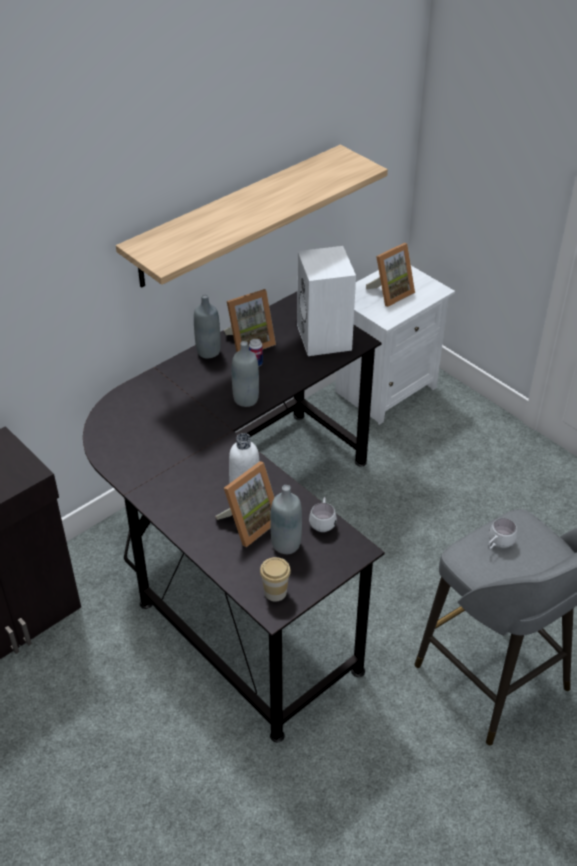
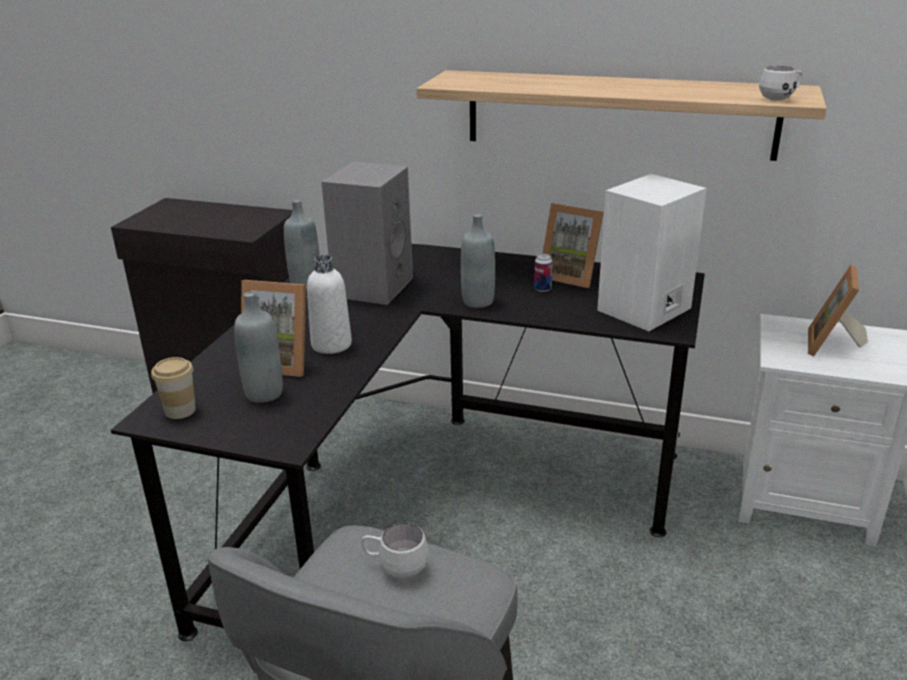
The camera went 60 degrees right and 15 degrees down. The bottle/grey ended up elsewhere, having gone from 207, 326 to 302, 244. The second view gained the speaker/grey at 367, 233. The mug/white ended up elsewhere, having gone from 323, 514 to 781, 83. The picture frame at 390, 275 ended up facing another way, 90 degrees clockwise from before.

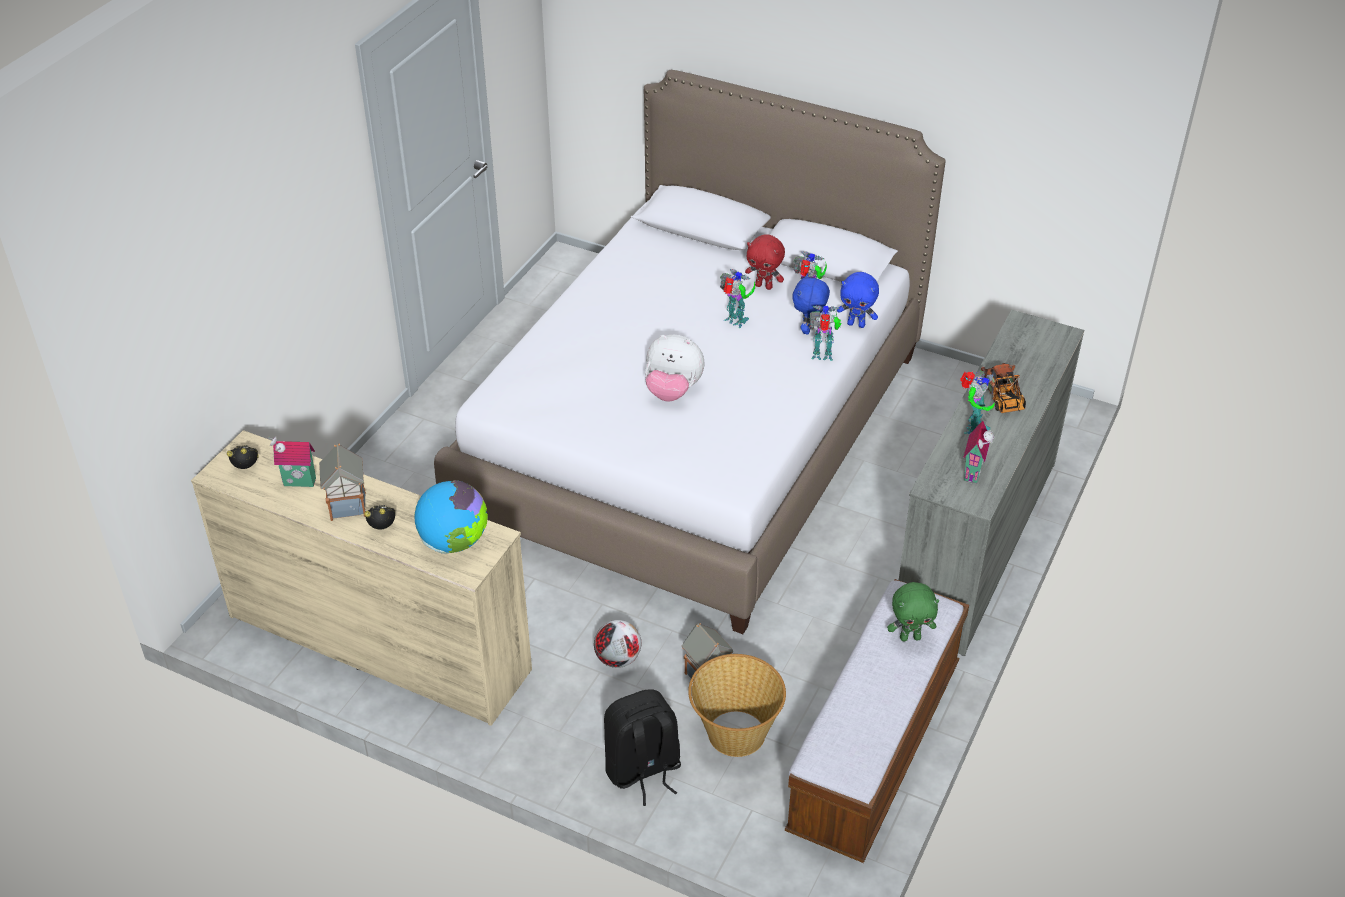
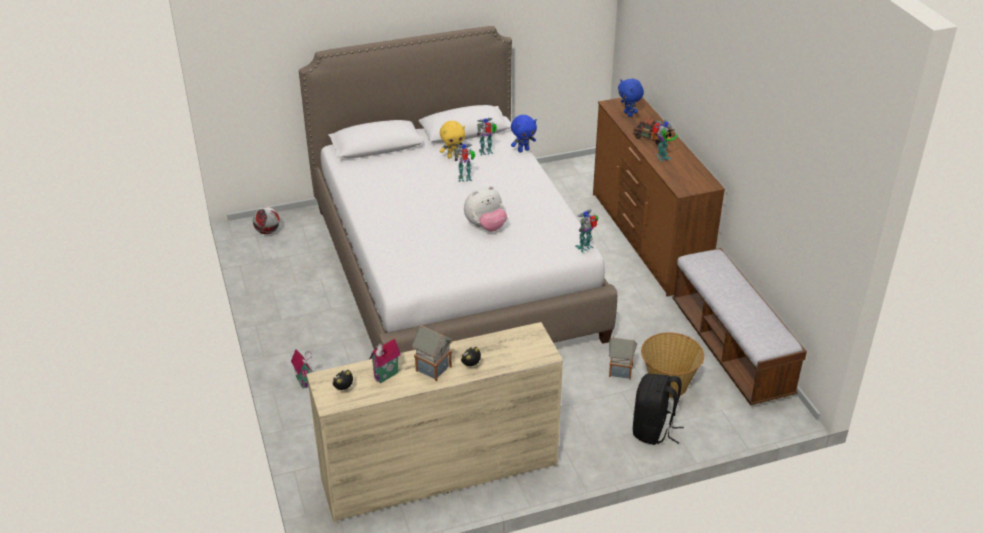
The camera went 45 degrees left and 5 degrees down. The football ended up elsewhere, having gone from 617, 644 to 266, 220. The toy house ended up elsewhere, having gone from 978, 452 to 301, 368. What was the plush toy/red at 765, 262 turned into the plush toy/yellow at 452, 140. The toy robot ended up elsewhere, having gone from 825, 333 to 586, 231. What was the dresser/grey at 991, 483 turned into the dresser/brown at 659, 196. The plush toy/blue ended up elsewhere, having gone from 811, 304 to 631, 98. The second view lost the globe at 451, 517. The second view lost the plush toy/green at 913, 611.

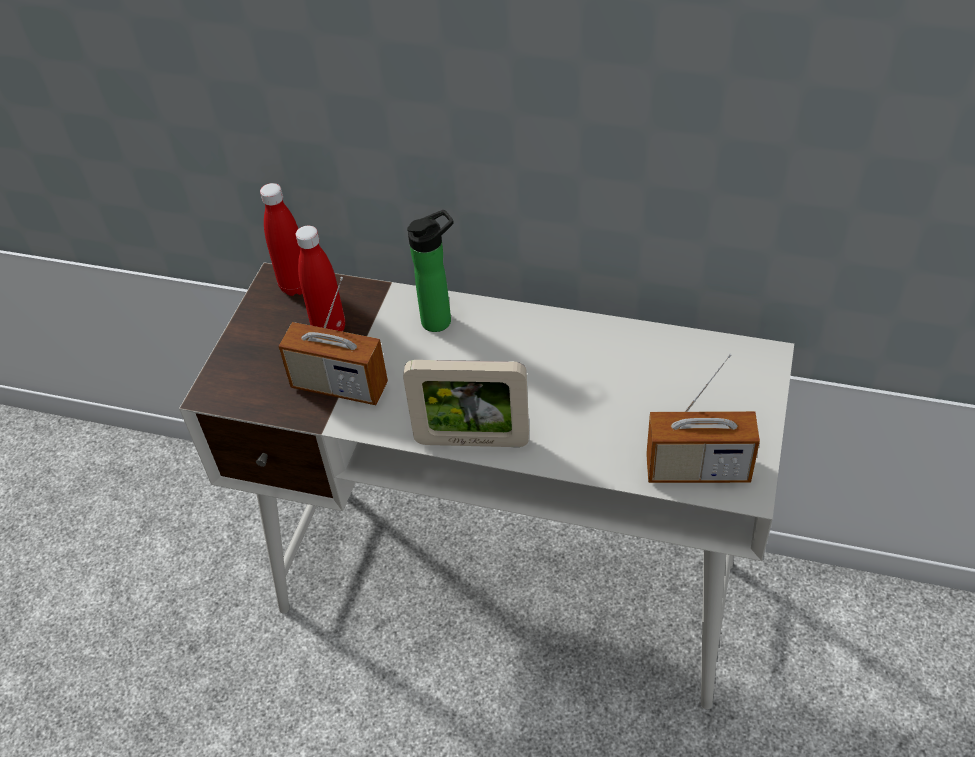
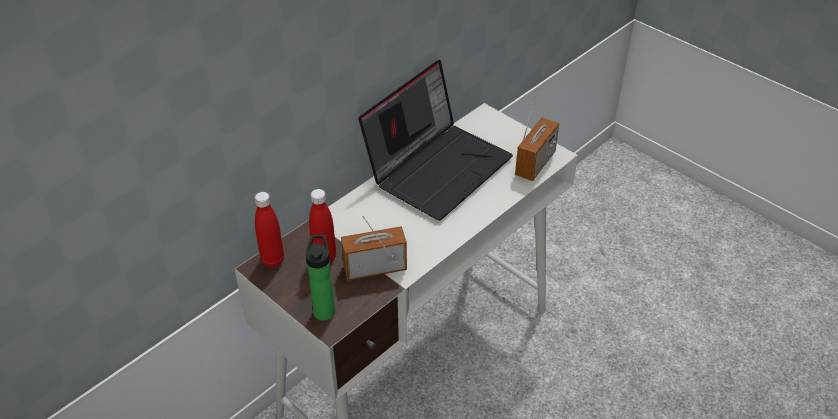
The camera went 65 degrees left and 5 degrees down. The bottle ended up elsewhere, having gone from 430, 271 to 320, 278. The radio at 333, 341 ended up facing another way, 150 degrees counterclockwise from before. The second view gained the laptop at 435, 140. The second view lost the picture frame at 466, 403.

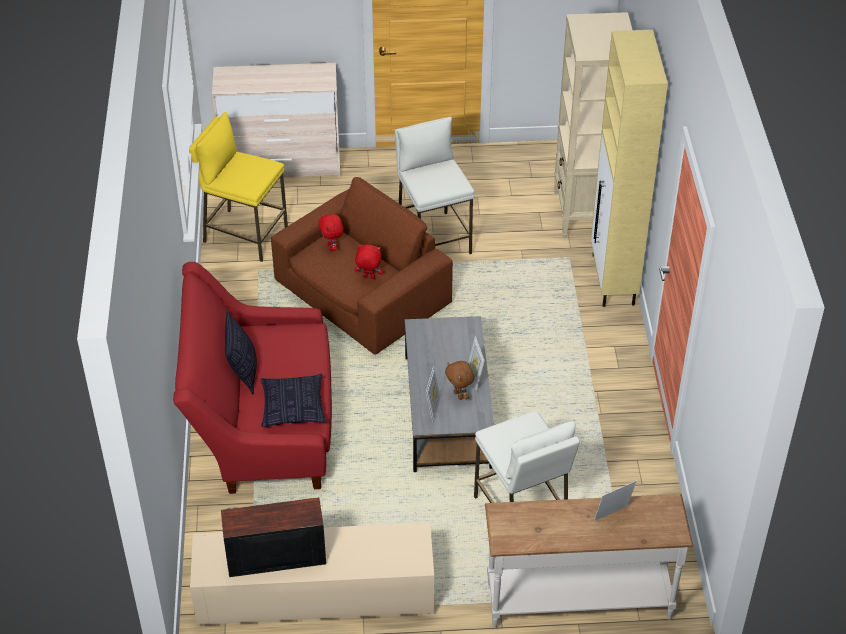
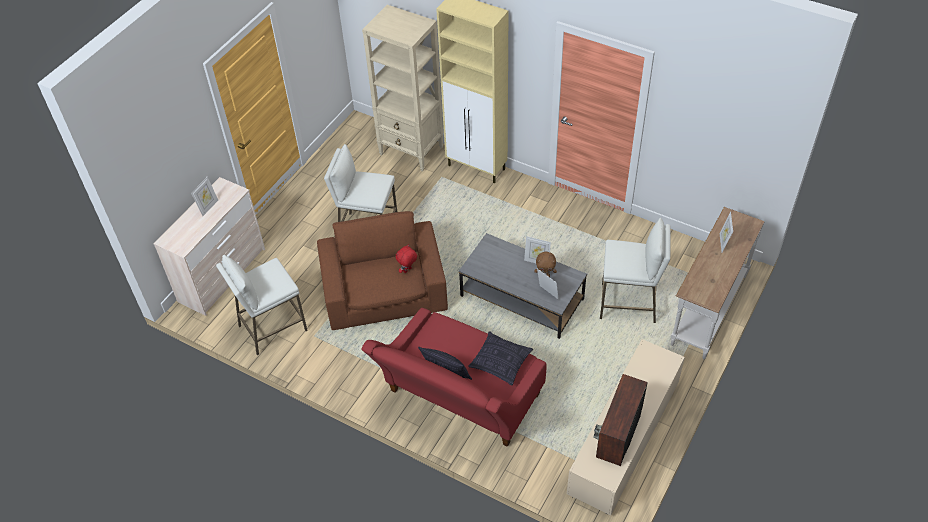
The camera went 55 degrees left and 5 degrees up. The second view gained the picture frame at 204, 196. What was the stool/yellow at 238, 187 turned into the stool/white at 262, 305. The second view lost the plush toy/red at 331, 232.

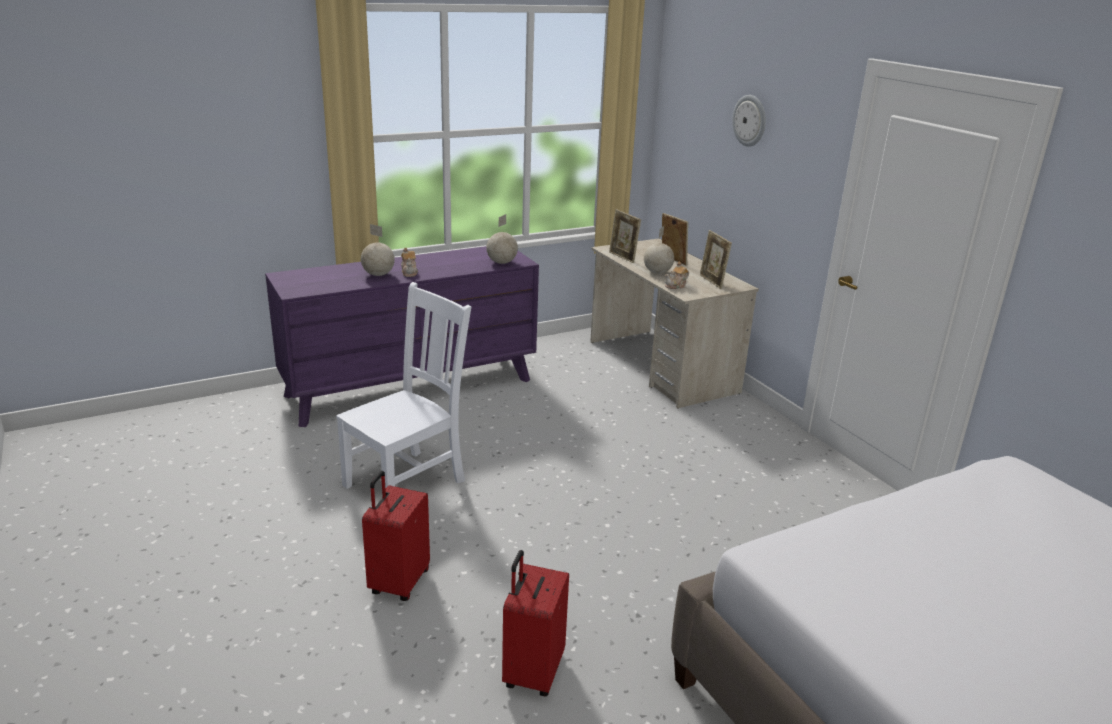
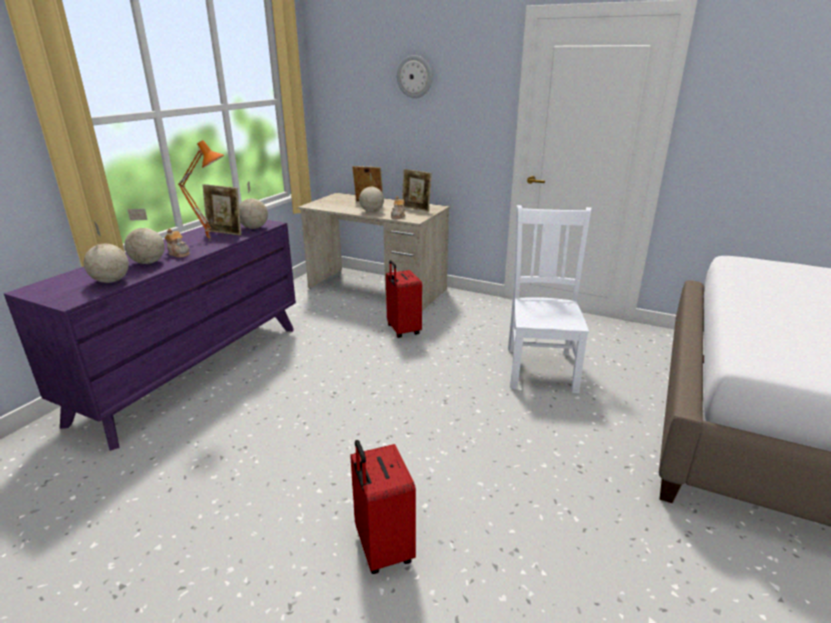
The camera went 35 degrees left and 0 degrees up. The second view gained the globe at 106, 252. The second view gained the table lamp/orange at 201, 190. The picture frame ended up elsewhere, having gone from 625, 236 to 222, 209. The suitcase/red ended up elsewhere, having gone from 535, 623 to 404, 299. The chair/white ended up elsewhere, having gone from 403, 385 to 550, 299.

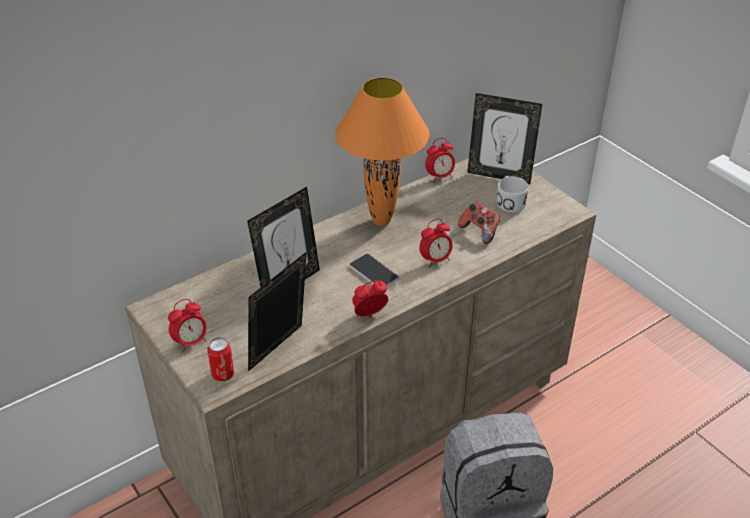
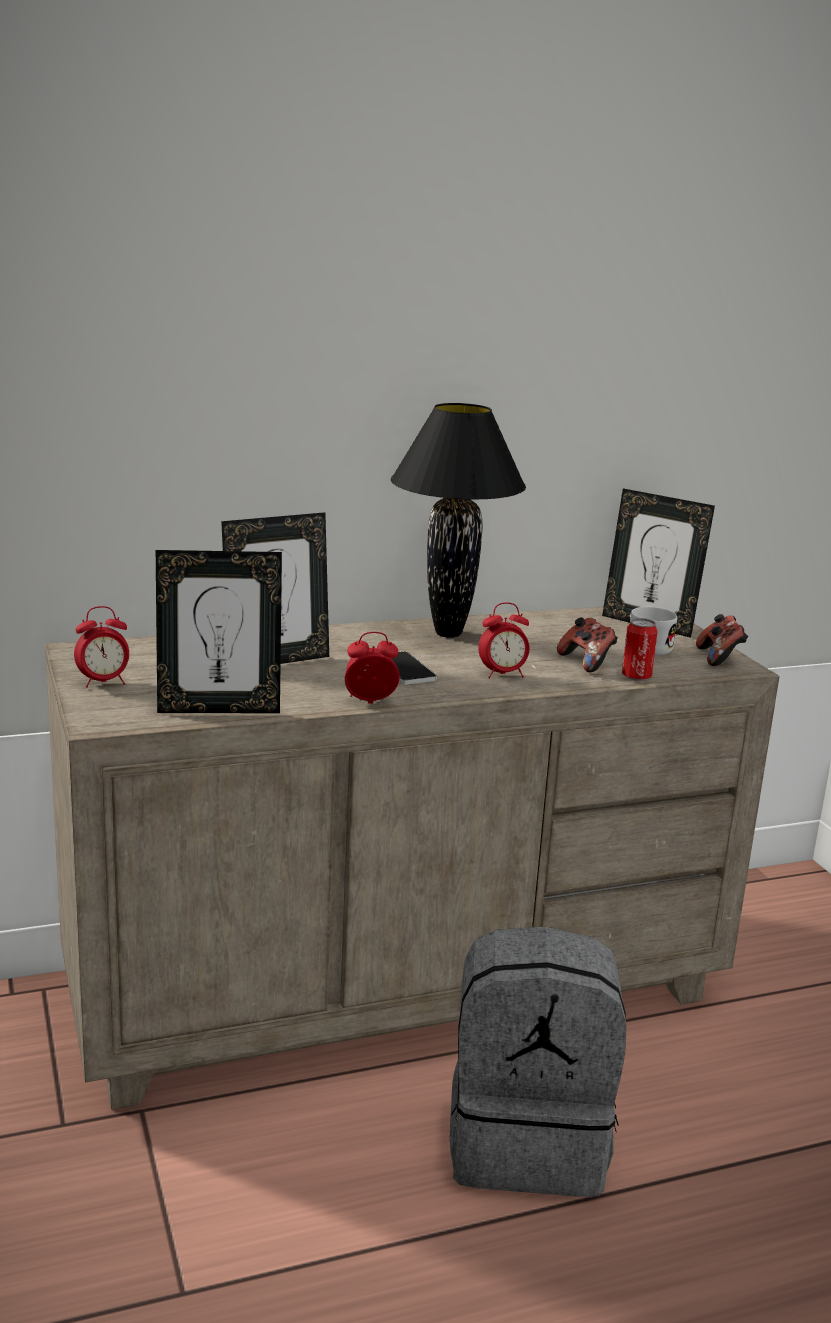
The camera went 15 degrees right and 20 degrees down. The picture frame at 277, 311 ended up facing another way, 150 degrees counterclockwise from before. What was the table lamp/orange at 382, 152 turned into the table lamp/black at 458, 520. The can ended up elsewhere, having gone from 220, 359 to 639, 649. The second view gained the game controller at 722, 640. The second view lost the alarm clock at 440, 160.

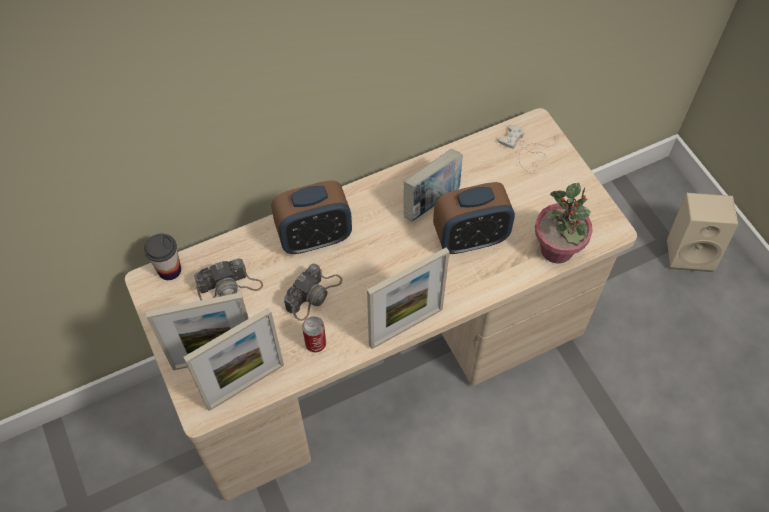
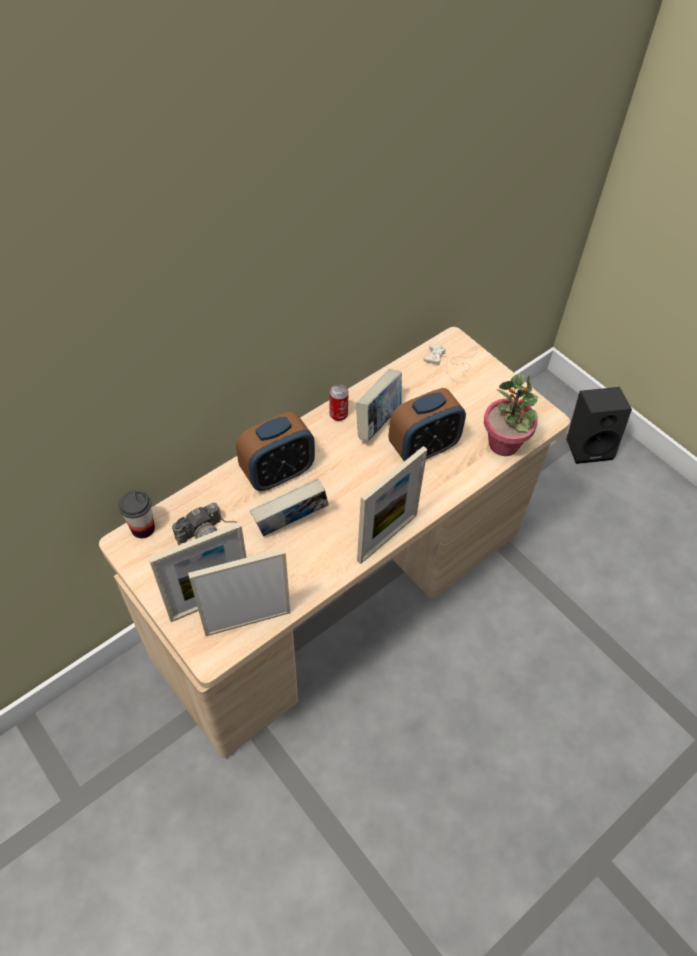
The camera went 15 degrees left and 5 degrees down. The picture frame at 233, 359 ended up facing another way, 150 degrees counterclockwise from before. Where the photo camera stood at 313, 292, the book came to stand at 289, 507. The can ended up elsewhere, having gone from 314, 334 to 339, 402. What was the speaker/beige at 702, 232 turned into the speaker/black at 599, 425.

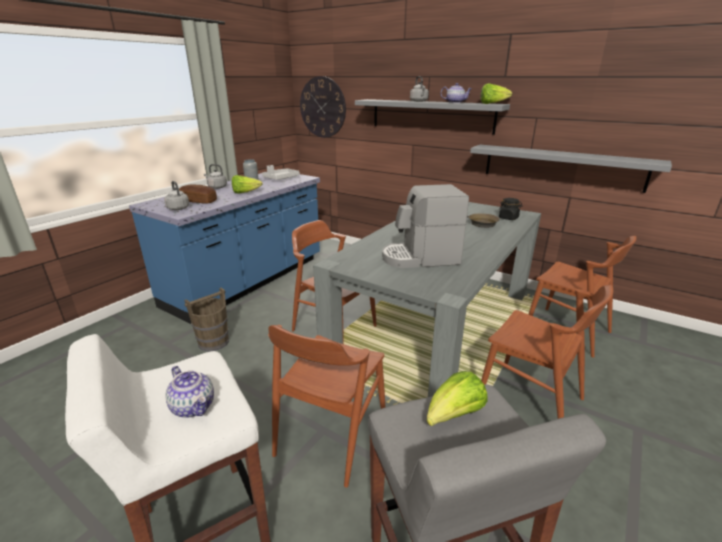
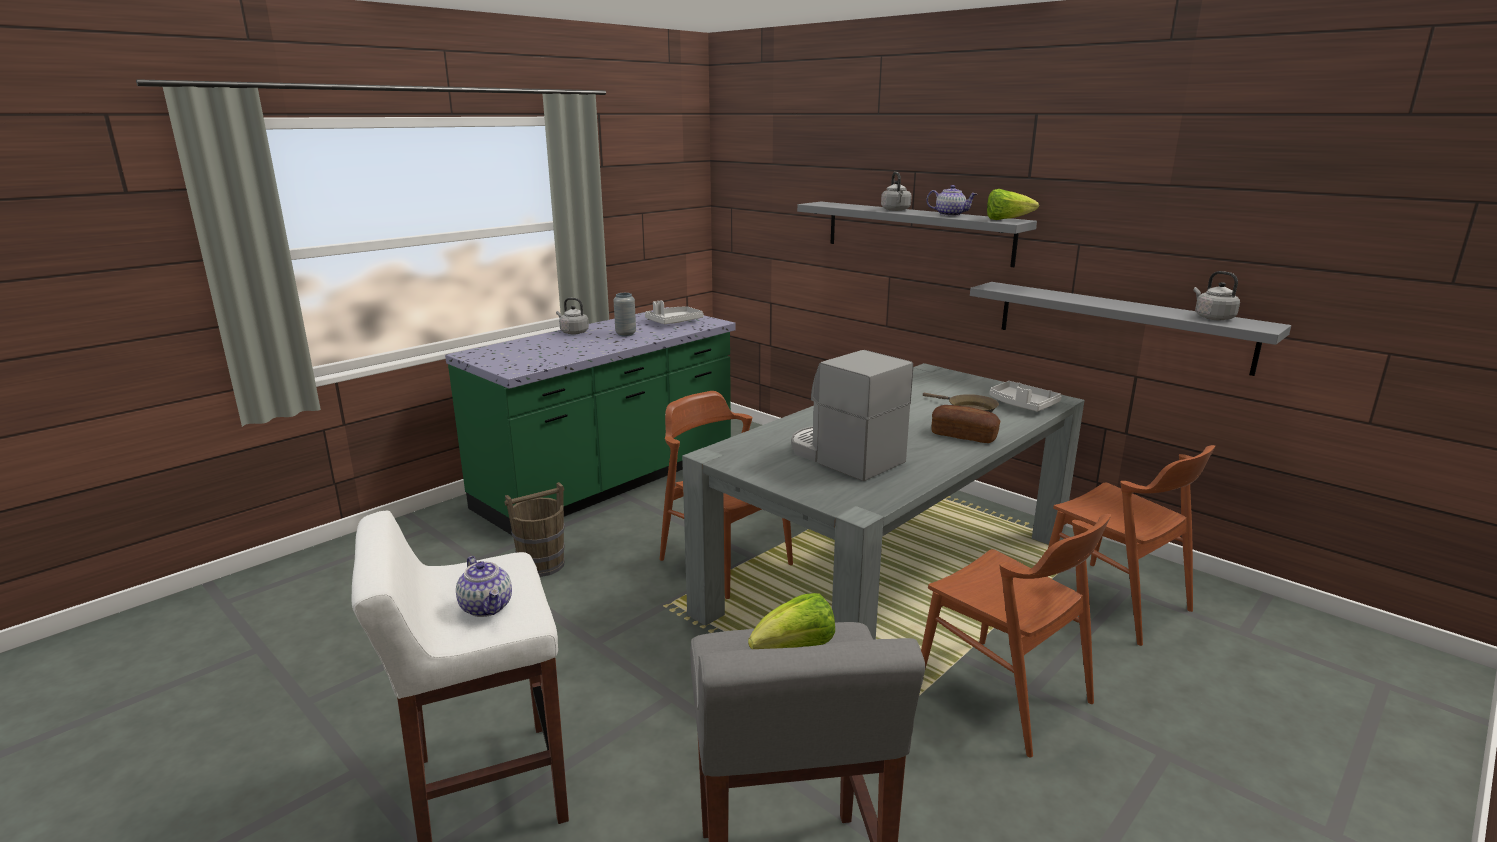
The camera went 10 degrees right and 5 degrees down. What was the counter/blue at 224, 248 turned into the counter/green at 590, 421. The coffee machine at 425, 226 ended up facing another way, 45 degrees clockwise from before. The bread ended up elsewhere, having gone from 198, 194 to 966, 424. Where the jar/black stood at 510, 209, the tray/grey came to stand at 1025, 396. The kettle/grey ended up elsewhere, having gone from 176, 195 to 1216, 295. The second view lost the lettuce at 247, 184. The second view lost the chair/brown at 326, 406. The second view lost the wall clock at 323, 107.

